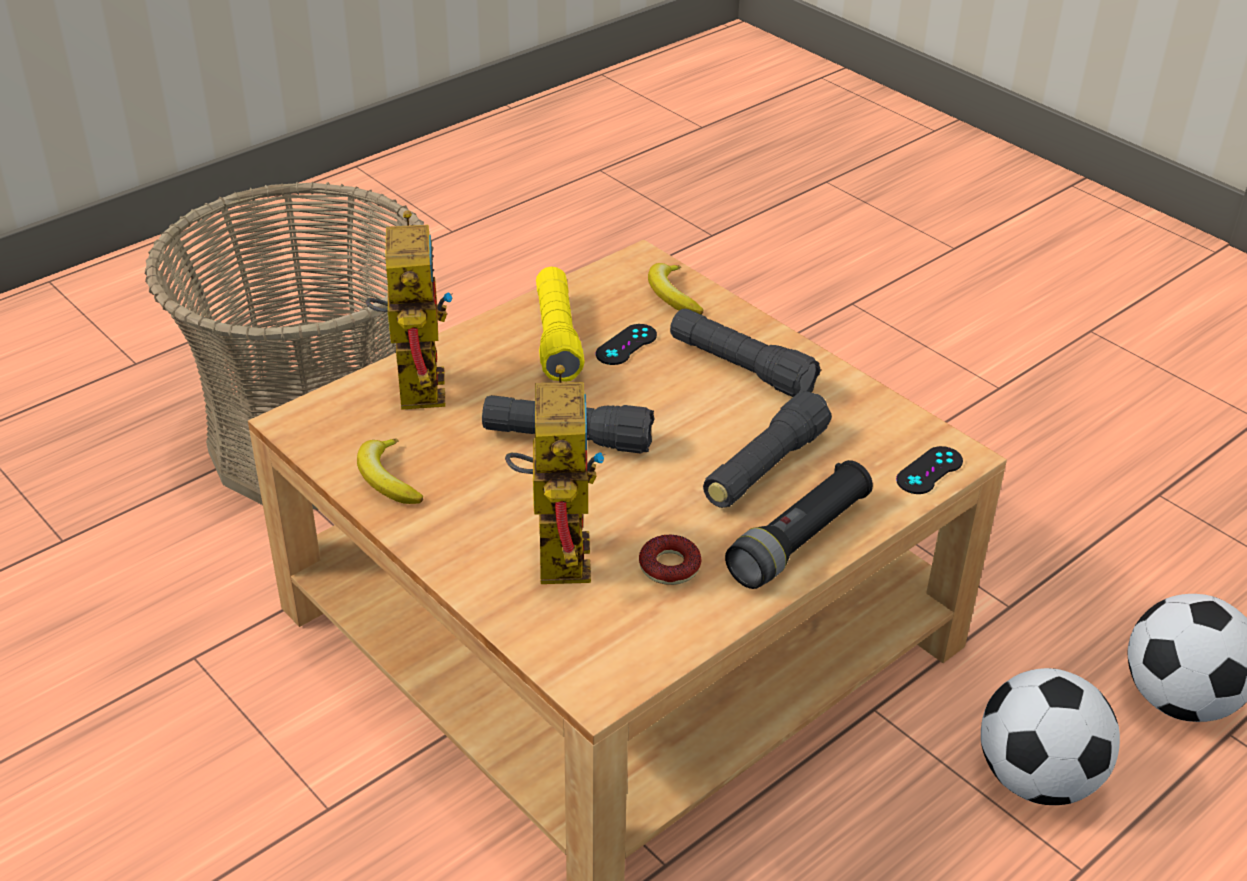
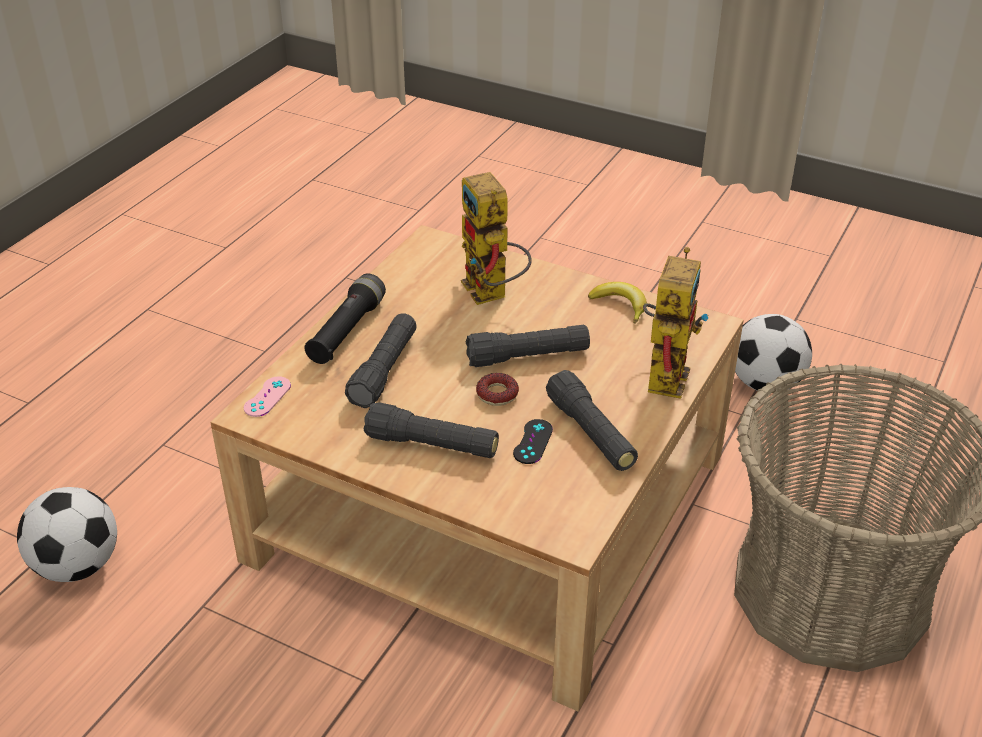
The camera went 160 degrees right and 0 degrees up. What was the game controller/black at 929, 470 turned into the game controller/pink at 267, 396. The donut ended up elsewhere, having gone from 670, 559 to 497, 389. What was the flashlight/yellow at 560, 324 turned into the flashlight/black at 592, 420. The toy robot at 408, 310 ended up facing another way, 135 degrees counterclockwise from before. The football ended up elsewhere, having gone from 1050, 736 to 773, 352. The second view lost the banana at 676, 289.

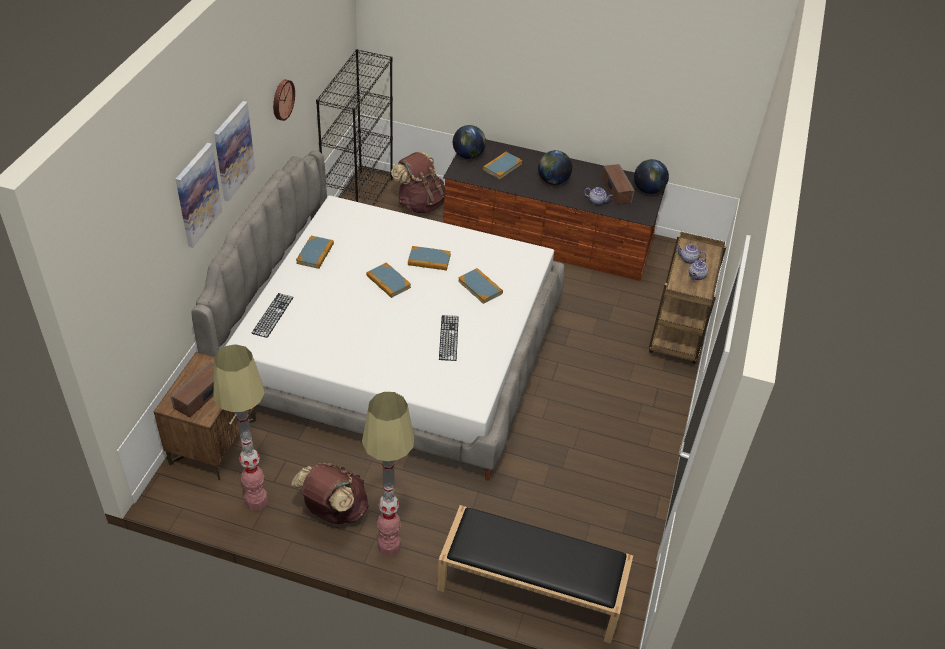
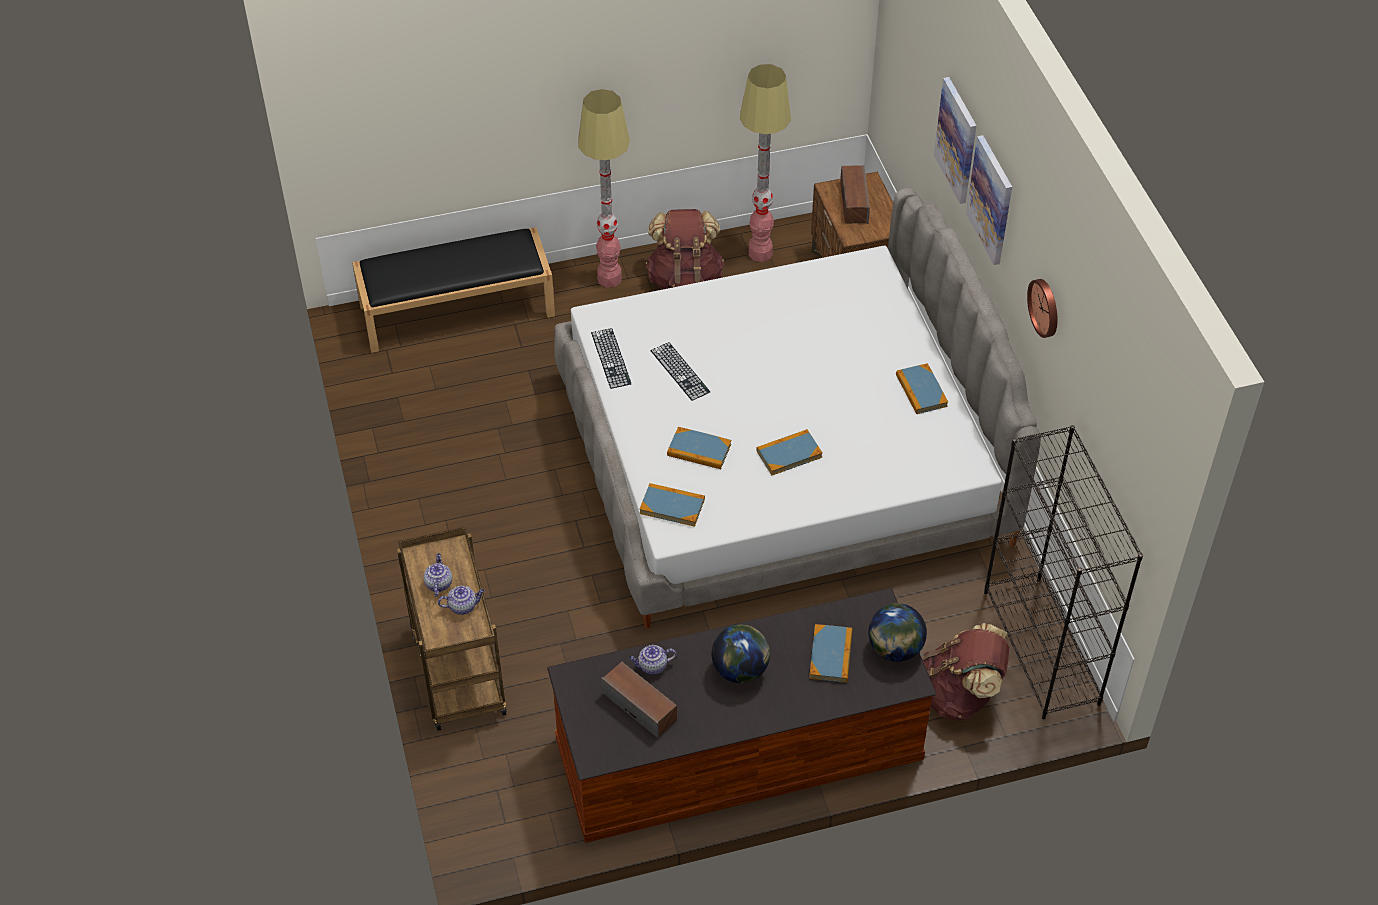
The camera went 150 degrees right and 5 degrees up. The keyboard ended up elsewhere, having gone from 272, 315 to 611, 358. The book ended up elsewhere, having gone from 388, 280 to 672, 505. The second view lost the globe at 651, 176.

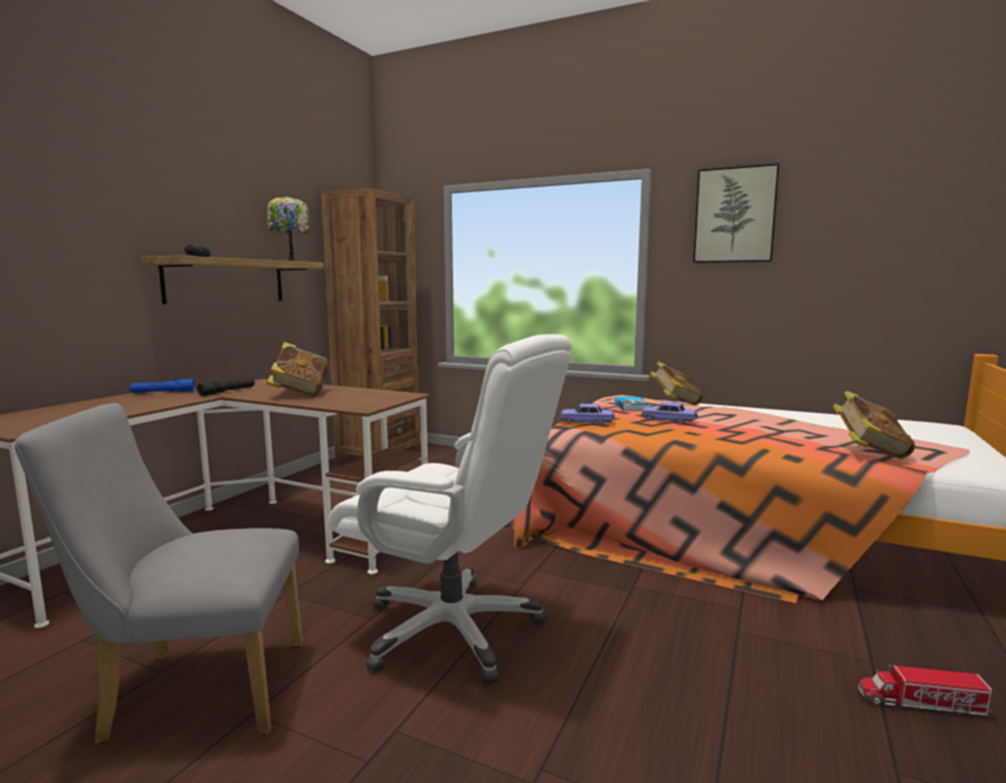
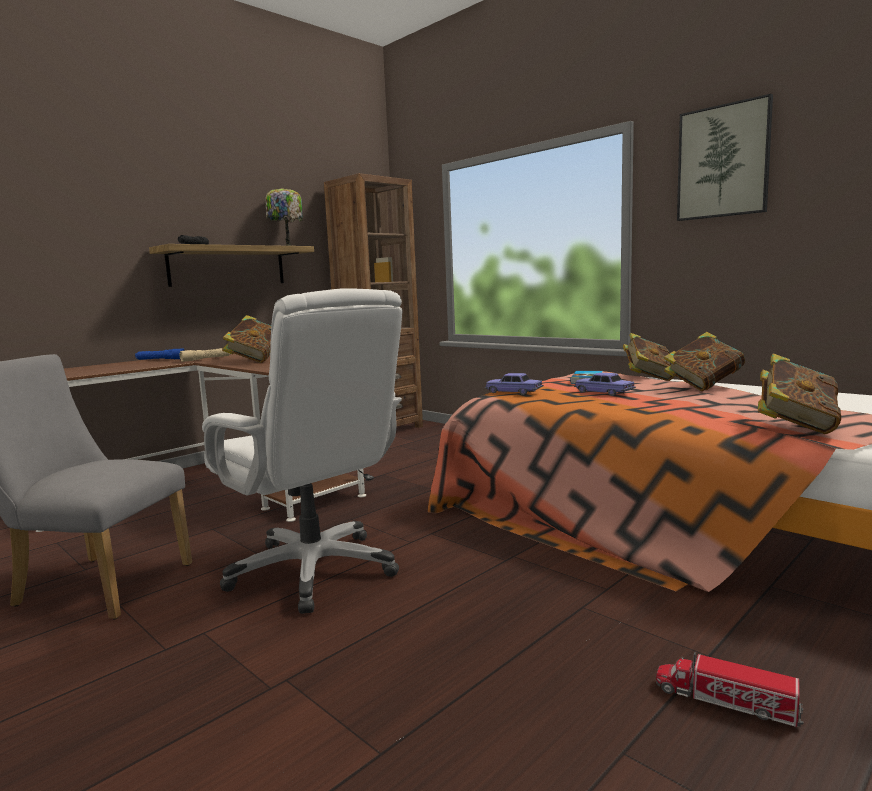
The camera went 20 degrees right and 0 degrees up. What was the flashlight/black at 226, 387 turned into the flashlight/beige at 205, 355. The second view gained the book at 704, 361.

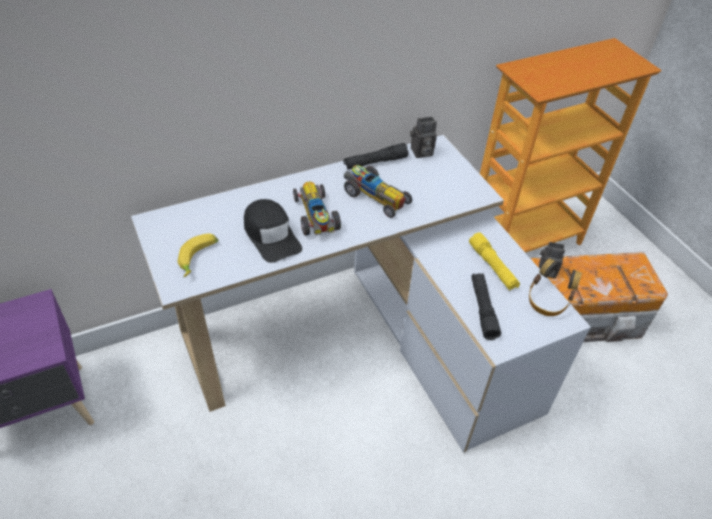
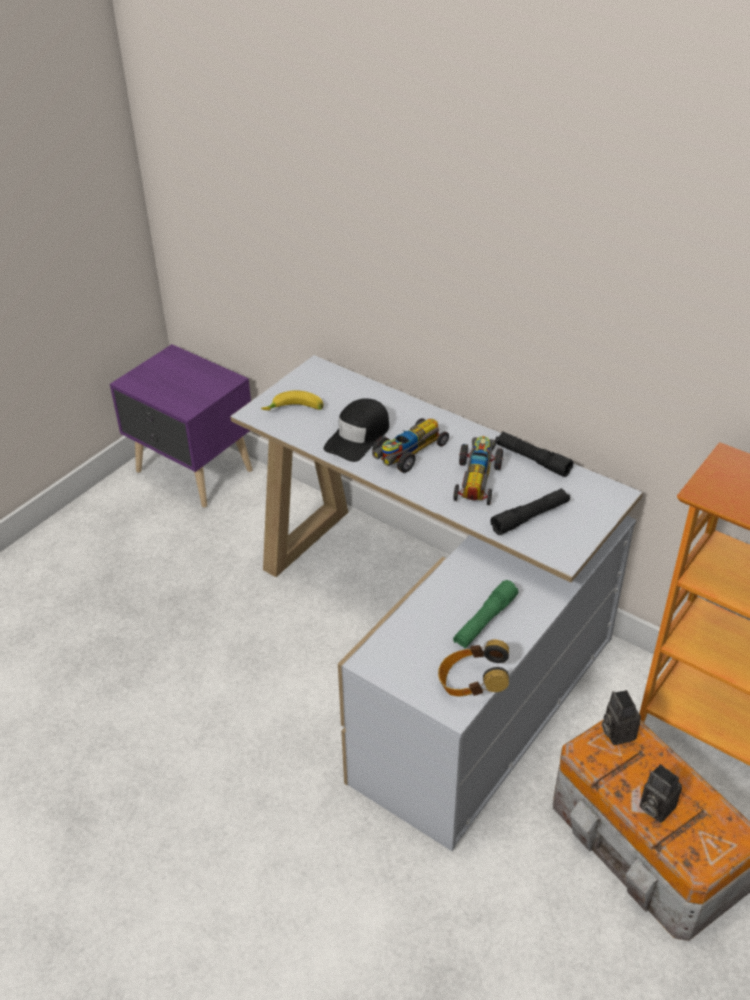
The camera went 65 degrees right and 5 degrees down. What was the flashlight/yellow at 494, 261 turned into the flashlight/green at 485, 614. The flashlight/black ended up elsewhere, having gone from 486, 306 to 530, 511. The photo camera ended up elsewhere, having gone from 423, 137 to 661, 793.

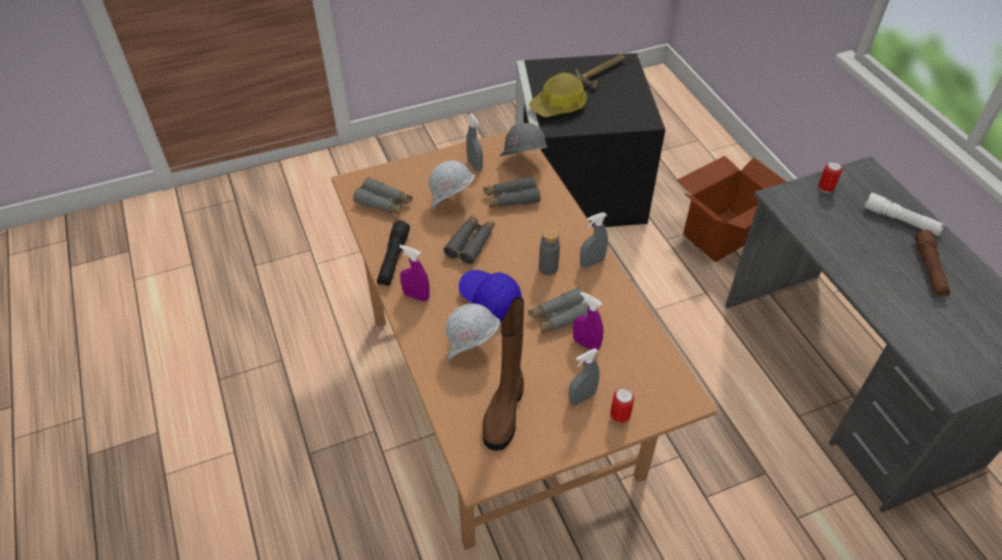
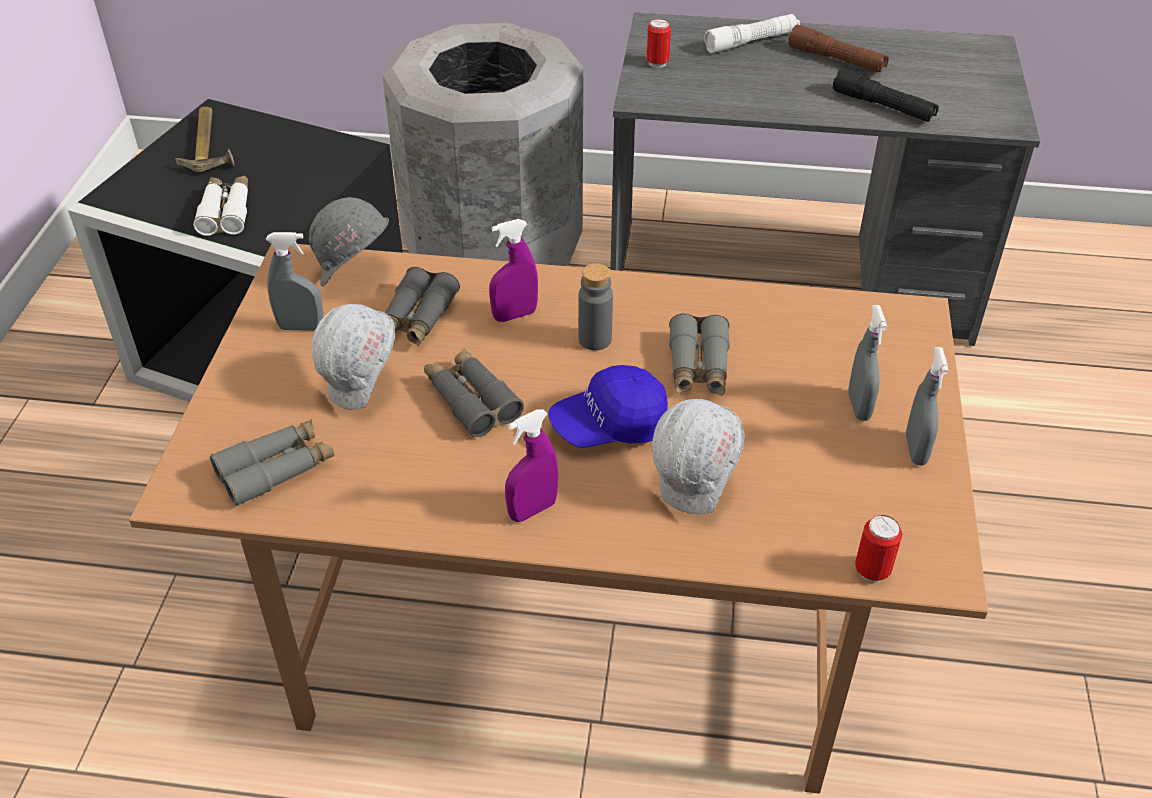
The camera went 60 degrees left and 5 degrees down. Where the hard hat stood at 558, 95, the binoculars/white came to stand at 220, 206. Where the cardboard box stood at 732, 209, the trash can/grey came to stand at 482, 144. The spray bottle/purple ended up elsewhere, having gone from 588, 321 to 513, 270. The flashlight/black ended up elsewhere, having gone from 393, 253 to 886, 95. The can ended up elsewhere, having gone from 622, 405 to 878, 549. The spray bottle/grey ended up elsewhere, having gone from 594, 240 to 927, 406. The second view lost the boot/brown at 503, 374.

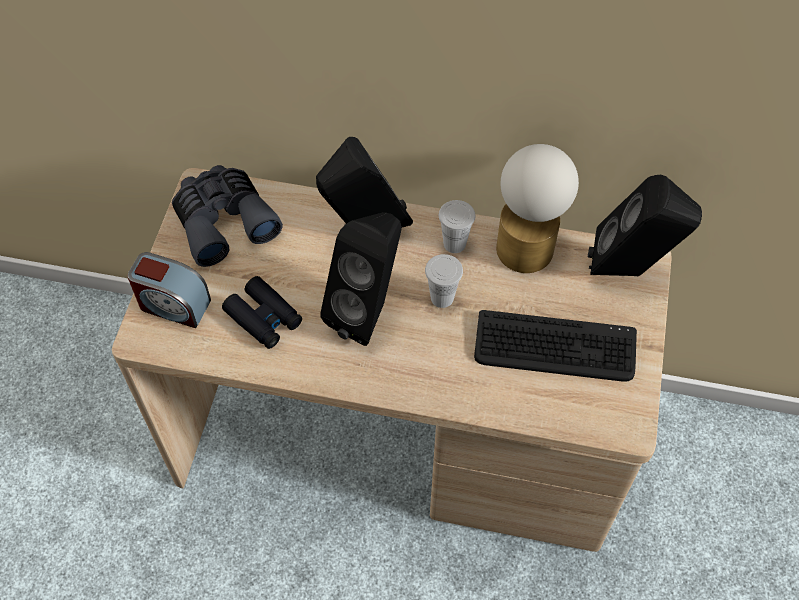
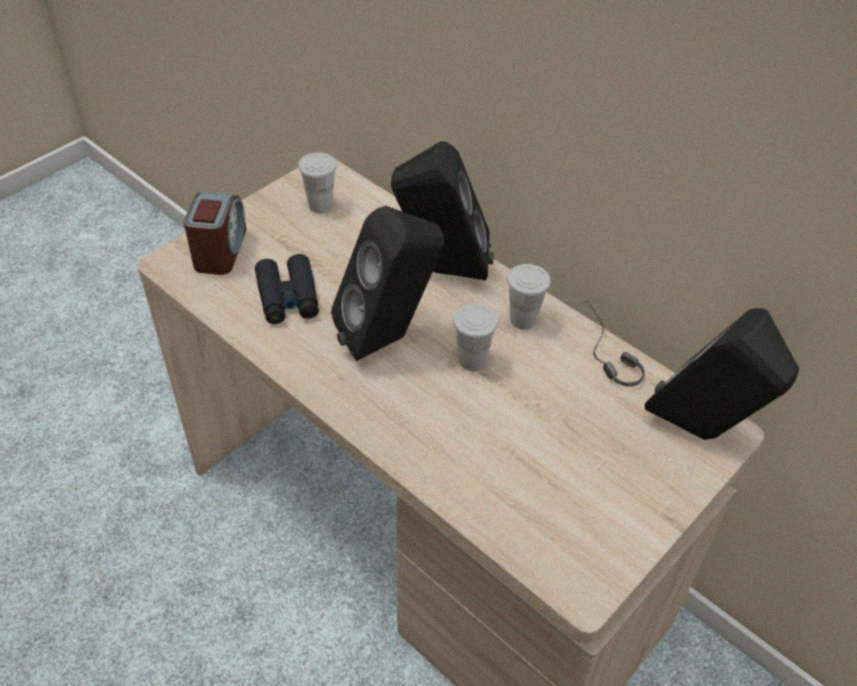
The camera went 30 degrees right and 10 degrees down. The alarm clock at 169, 290 ended up facing another way, 135 degrees counterclockwise from before. Where the binoculars/grey stood at 227, 216, the cup/white came to stand at 317, 183. Where the table lamp stood at 537, 208, the headphones came to stand at 614, 344. The second view lost the keyboard at 555, 346.

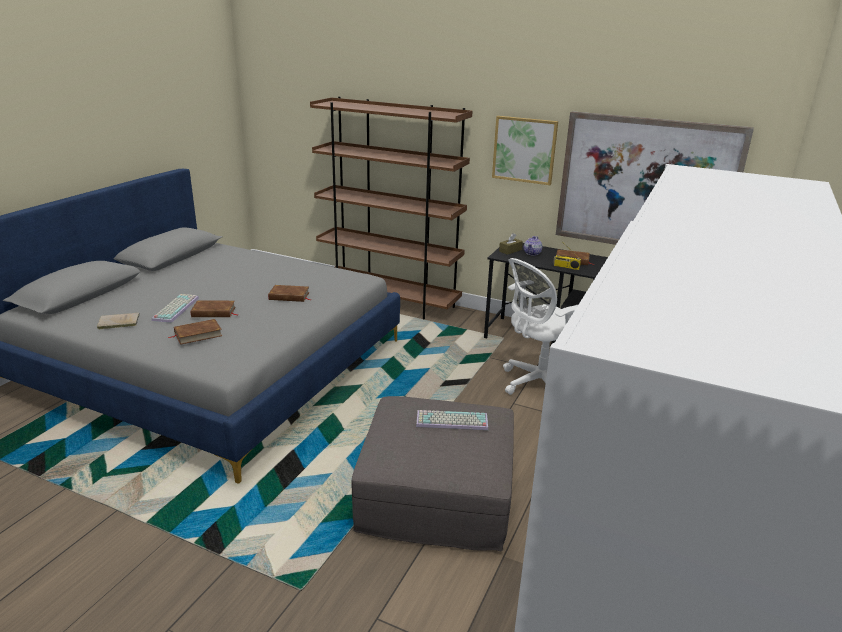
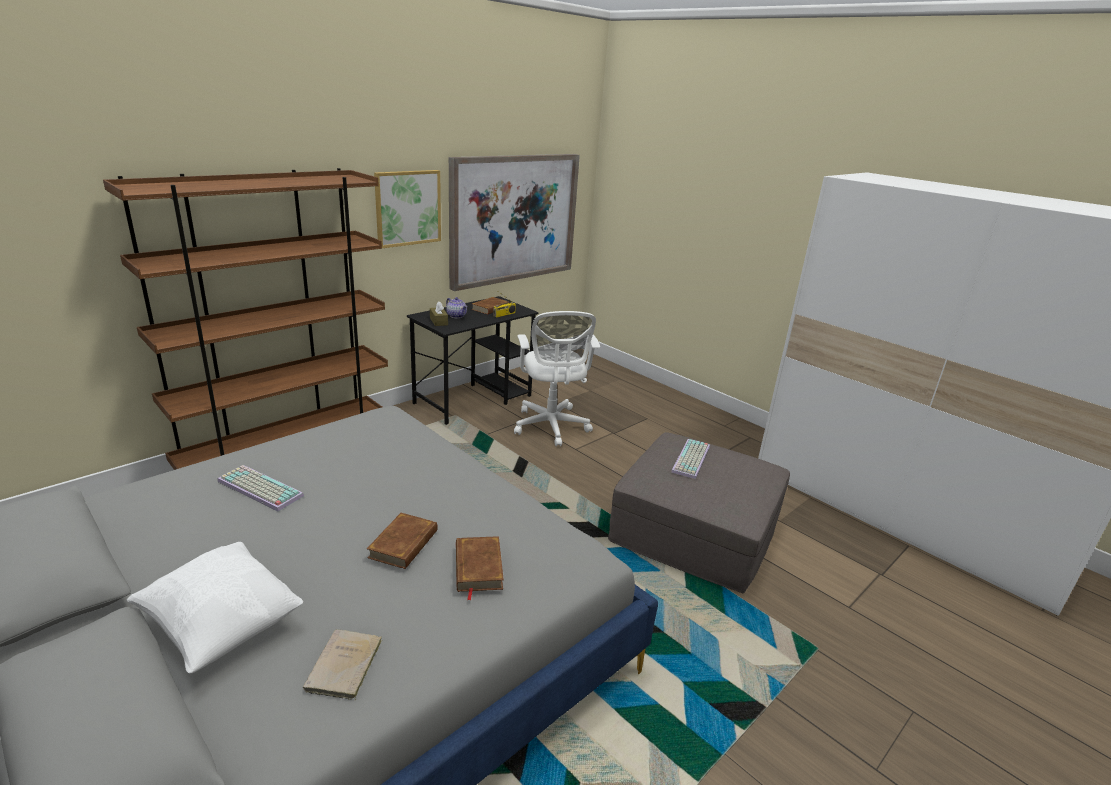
The camera went 70 degrees left and 0 degrees up. The second view gained the pillow/white at 214, 608. The keyboard ended up elsewhere, having gone from 175, 308 to 260, 488. The second view lost the book/brown at 289, 293.

